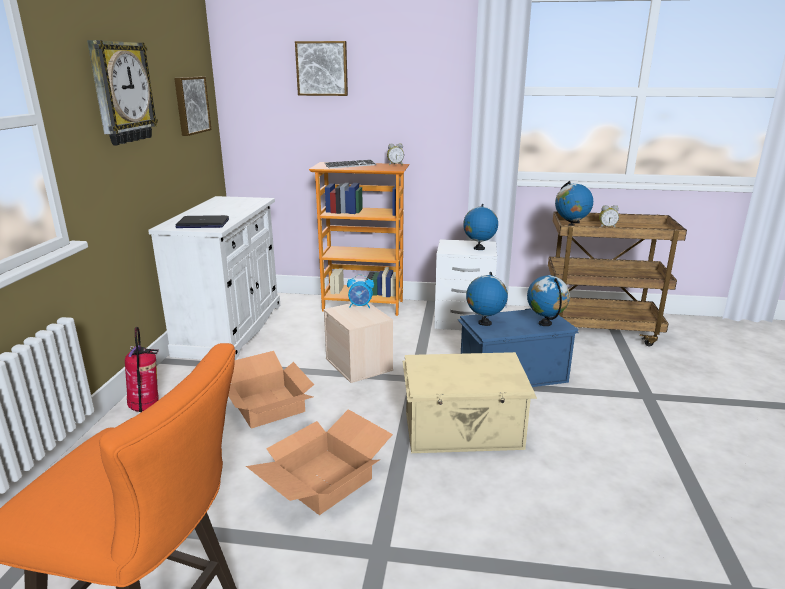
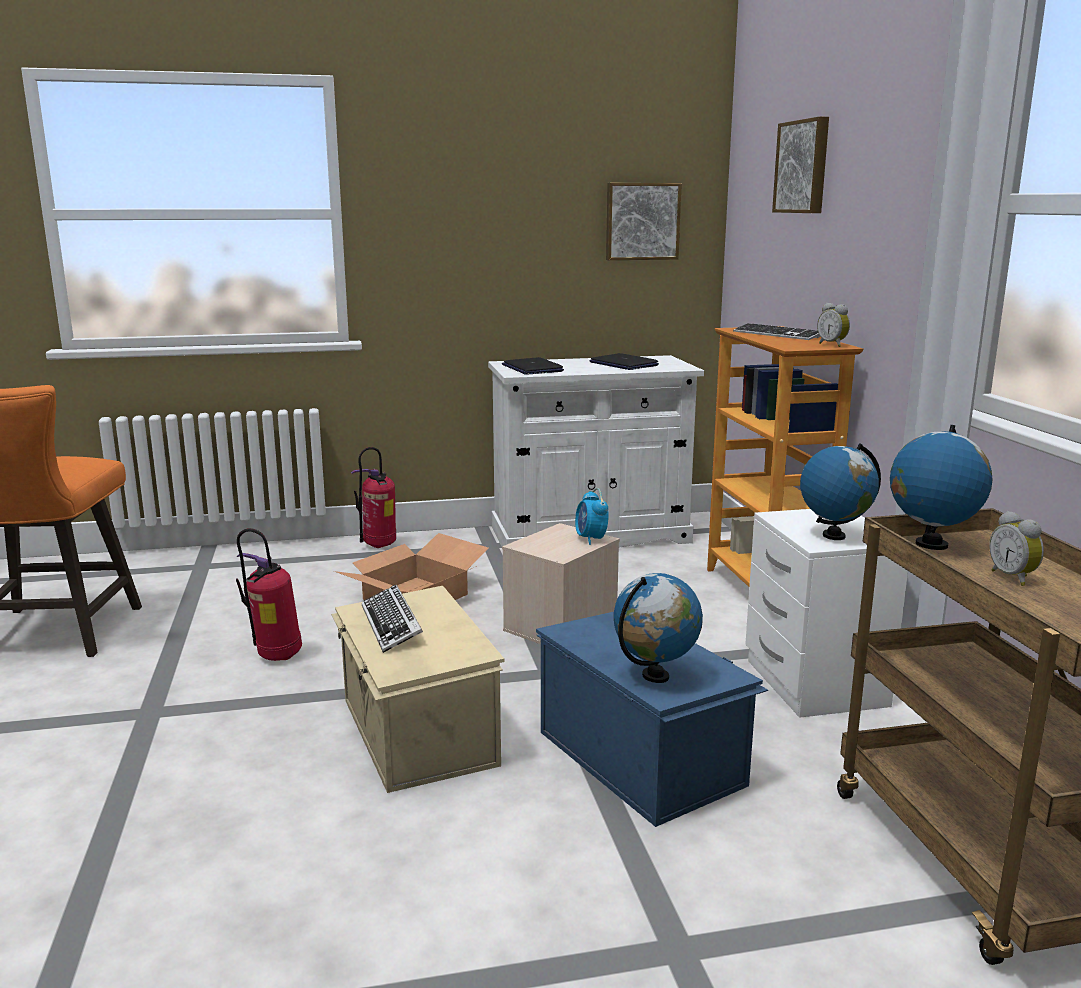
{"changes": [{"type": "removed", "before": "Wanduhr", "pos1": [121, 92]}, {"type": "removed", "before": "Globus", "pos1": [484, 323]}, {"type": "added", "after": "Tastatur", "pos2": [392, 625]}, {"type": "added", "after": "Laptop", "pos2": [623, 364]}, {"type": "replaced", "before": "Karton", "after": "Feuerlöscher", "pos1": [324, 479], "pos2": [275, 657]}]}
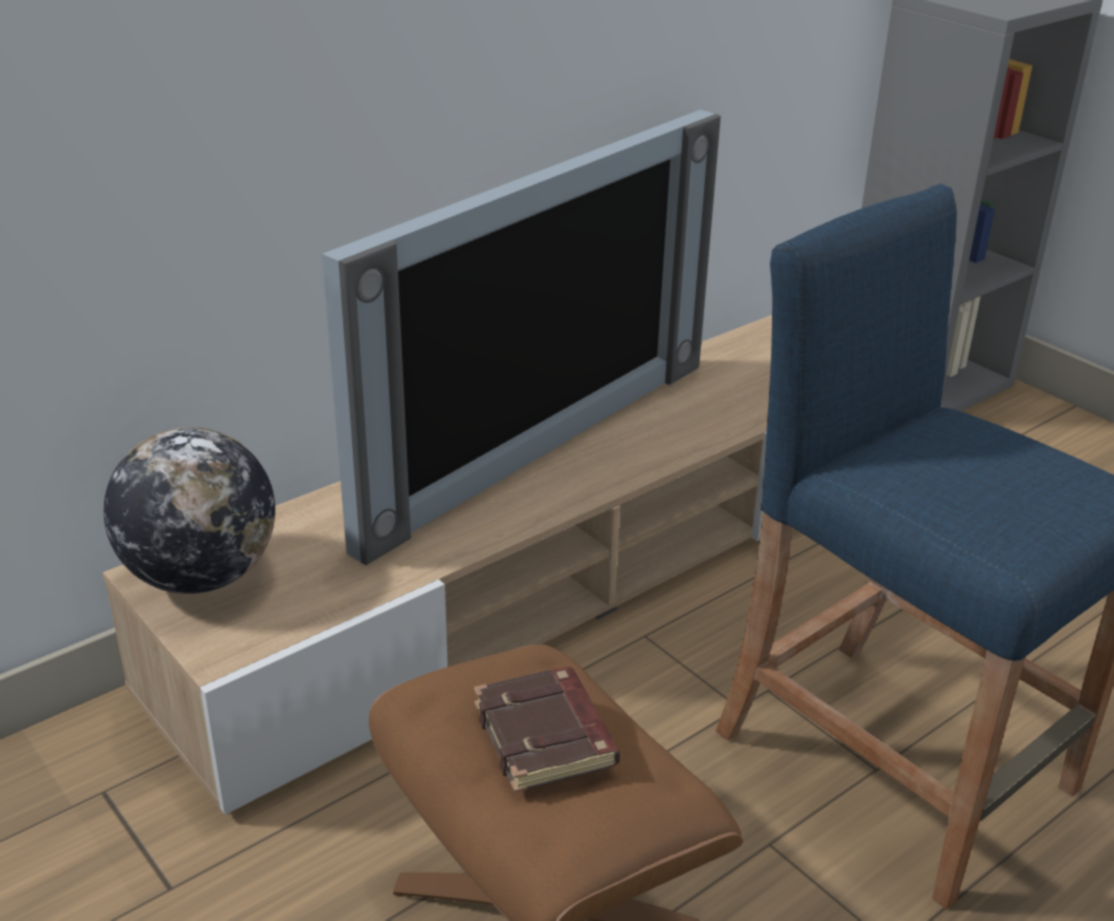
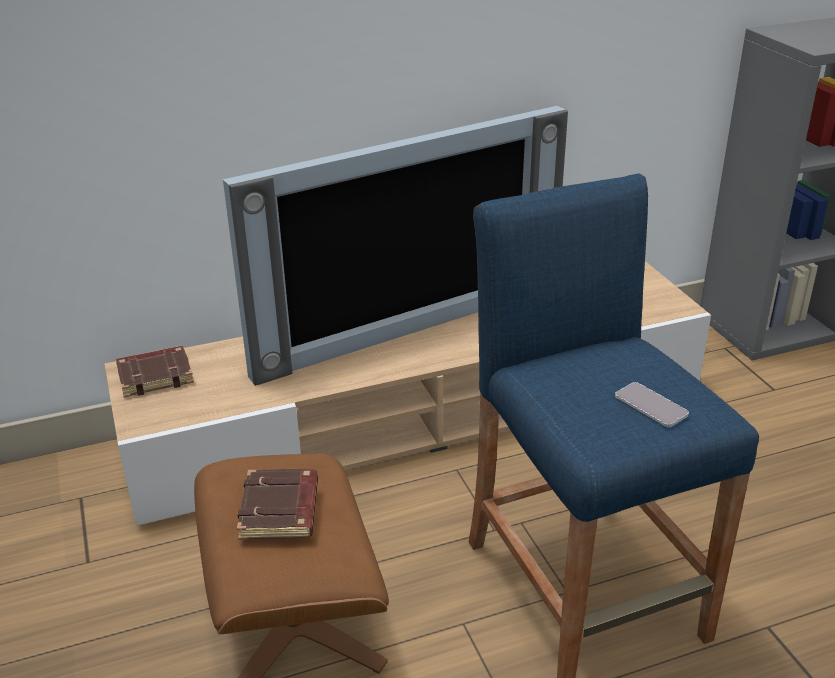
{"changes": [{"type": "added", "after": "Handy", "pos2": [651, 406]}, {"type": "replaced", "before": "Globus", "after": "Buch (braun)", "pos1": [200, 576], "pos2": [156, 375]}]}
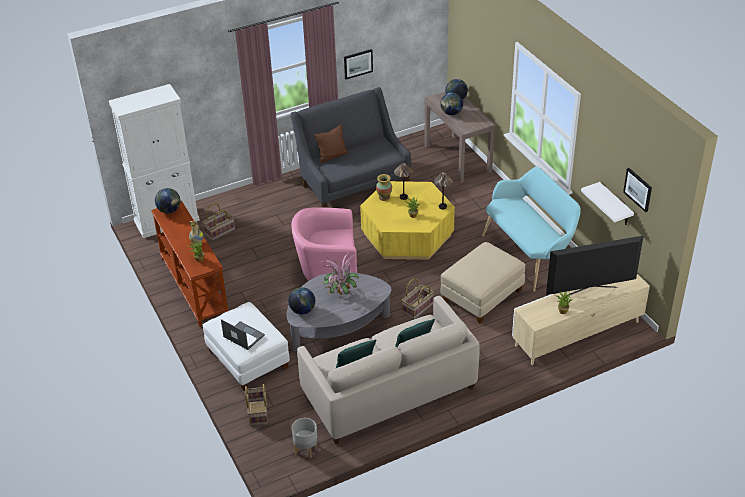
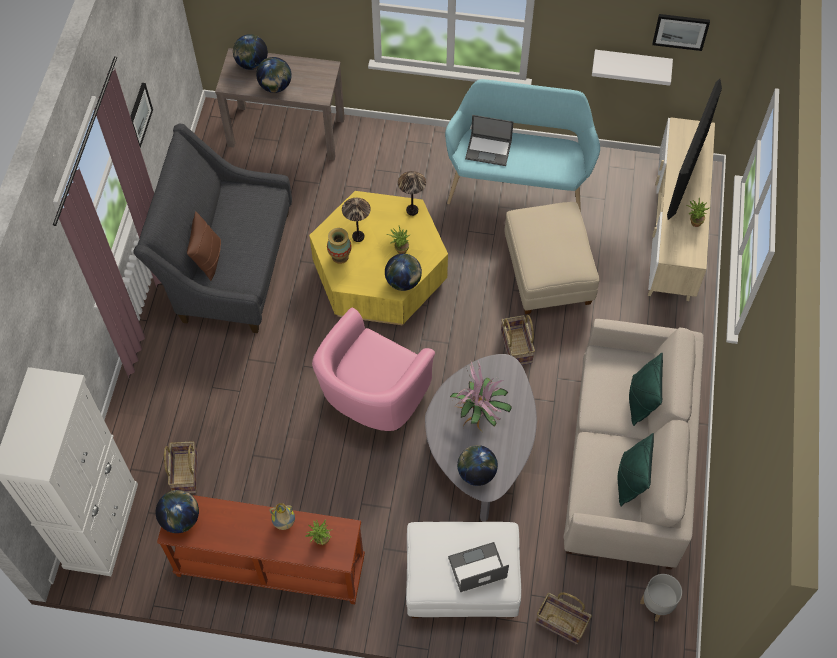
{"changes": [{"type": "added", "after": "Globus", "pos2": [403, 282]}, {"type": "added", "after": "Laptop", "pos2": [489, 149]}]}
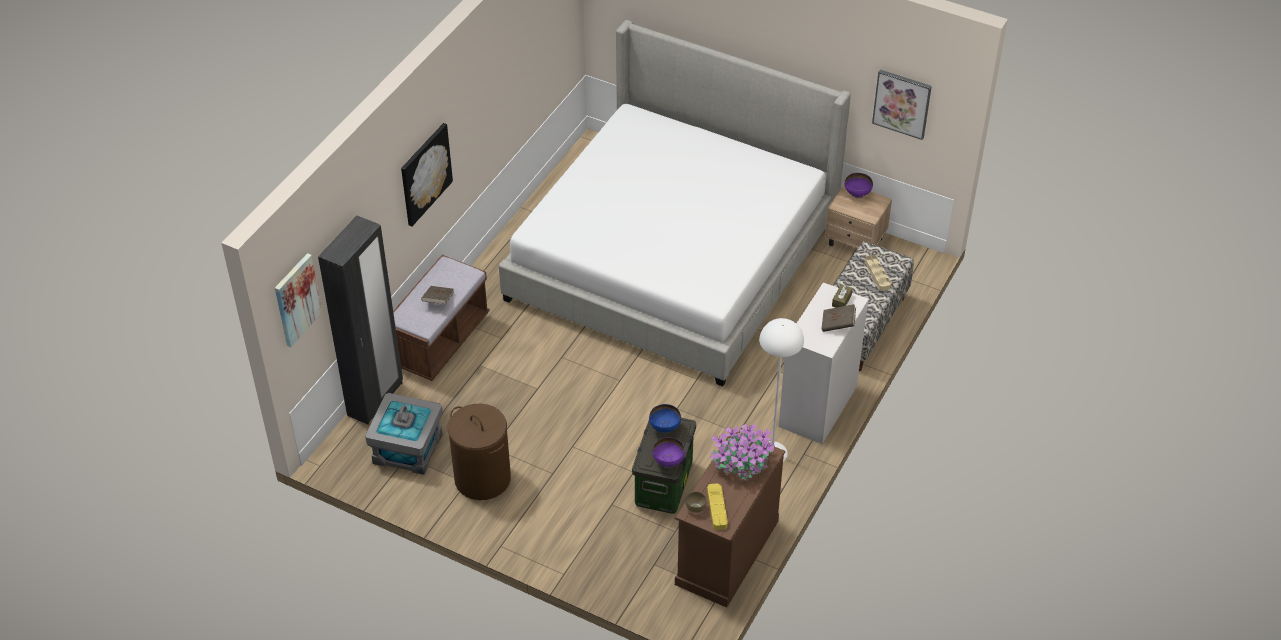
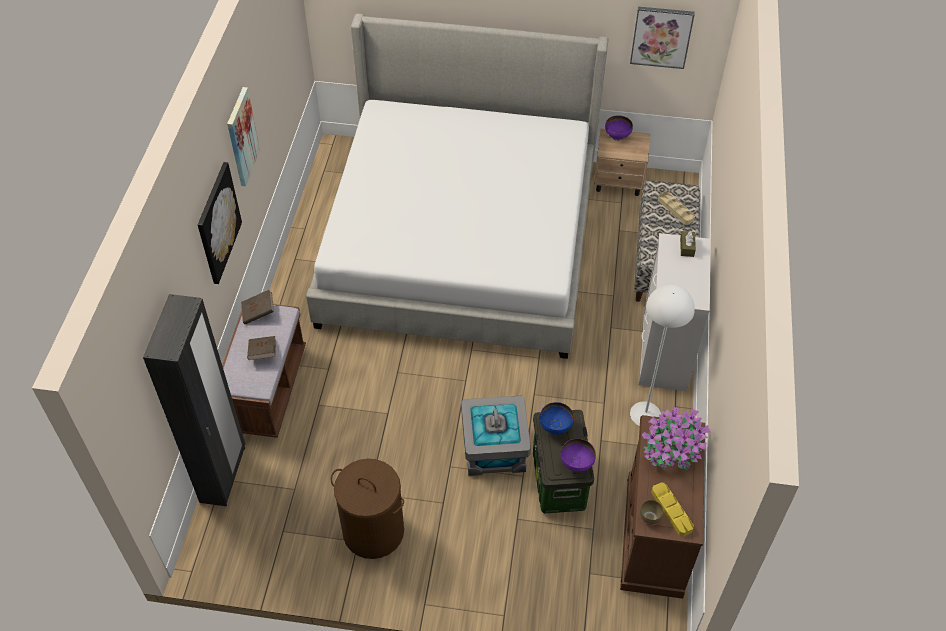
{"changes": [{"type": "moved", "before": "Bild", "pos1": [297, 299], "pos2": [241, 137]}, {"type": "moved", "before": "Aufbewahrungsbox (grau)", "pos1": [408, 449], "pos2": [495, 449]}, {"type": "moved", "before": "Buch (braun)", "pos1": [838, 324], "pos2": [258, 313]}]}
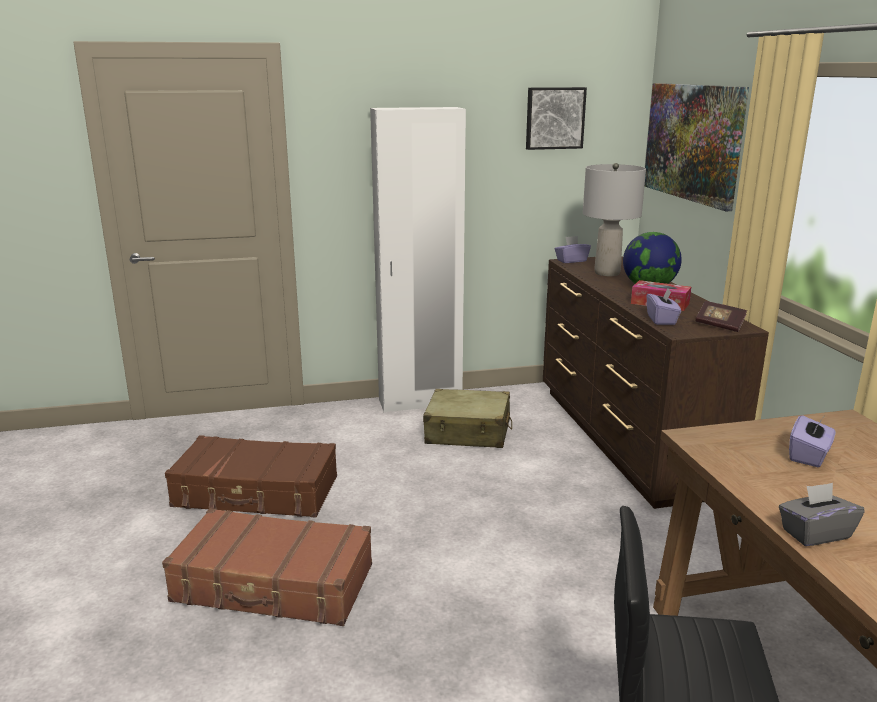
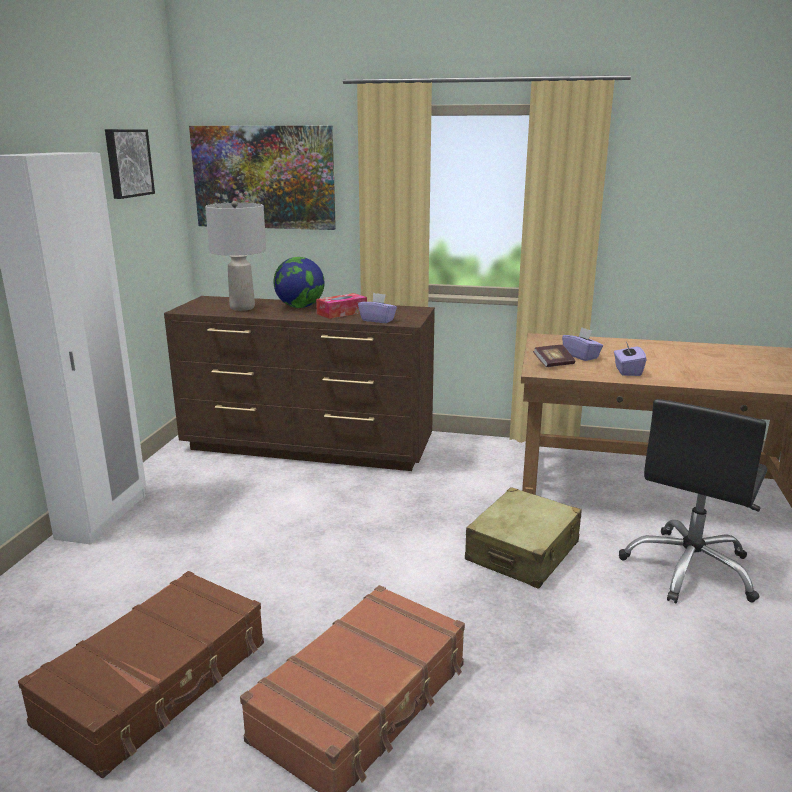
{"changes": [{"type": "removed", "before": "Taschentuchbox (grau)", "pos1": [815, 533]}, {"type": "moved", "before": "Koffer (beige)", "pos1": [468, 432], "pos2": [523, 552]}, {"type": "moved", "before": "Taschentuchbox (lila)", "pos1": [571, 260], "pos2": [627, 371]}, {"type": "moved", "before": "Buch", "pos1": [719, 325], "pos2": [553, 364]}]}
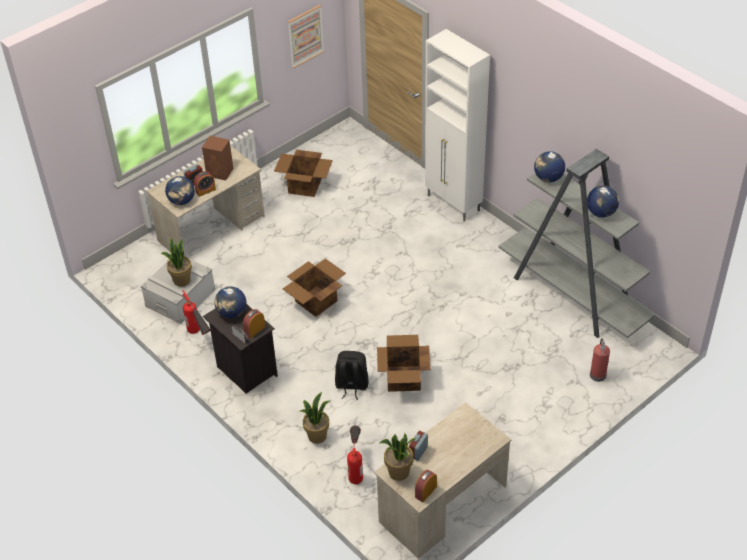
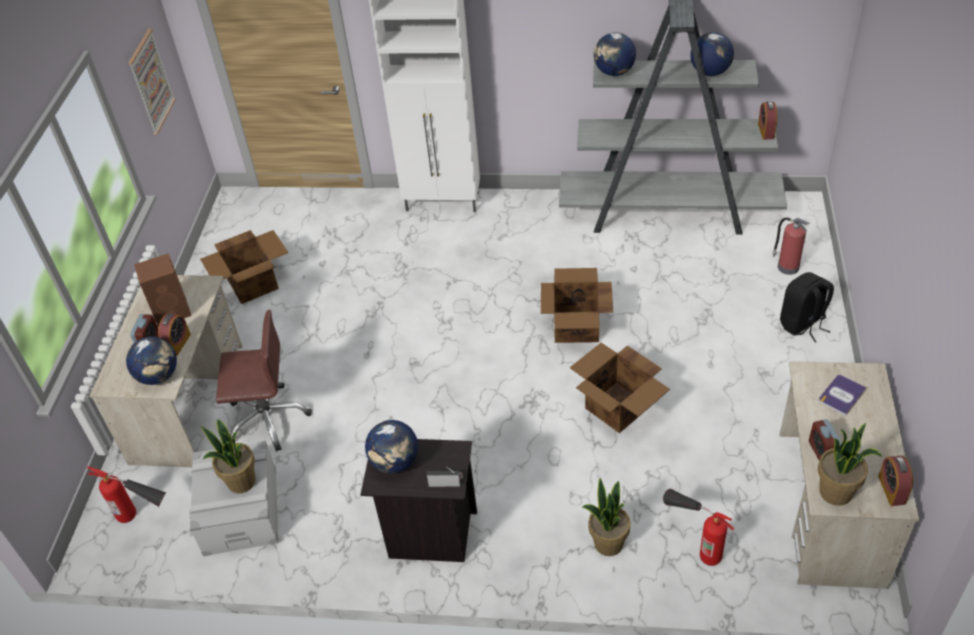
{"changes": [{"type": "added", "after": "Bürostuhl (braun)", "pos2": [267, 418]}, {"type": "added", "after": "Buch", "pos2": [841, 395]}, {"type": "moved", "before": "Feuerlöscher", "pos1": [199, 336], "pos2": [144, 518]}, {"type": "moved", "before": "Wecker", "pos1": [255, 330], "pos2": [766, 131]}, {"type": "moved", "before": "Karton", "pos1": [315, 301], "pos2": [576, 327]}, {"type": "moved", "before": "Rucksack (schwarz)", "pos1": [351, 386], "pos2": [802, 324]}]}
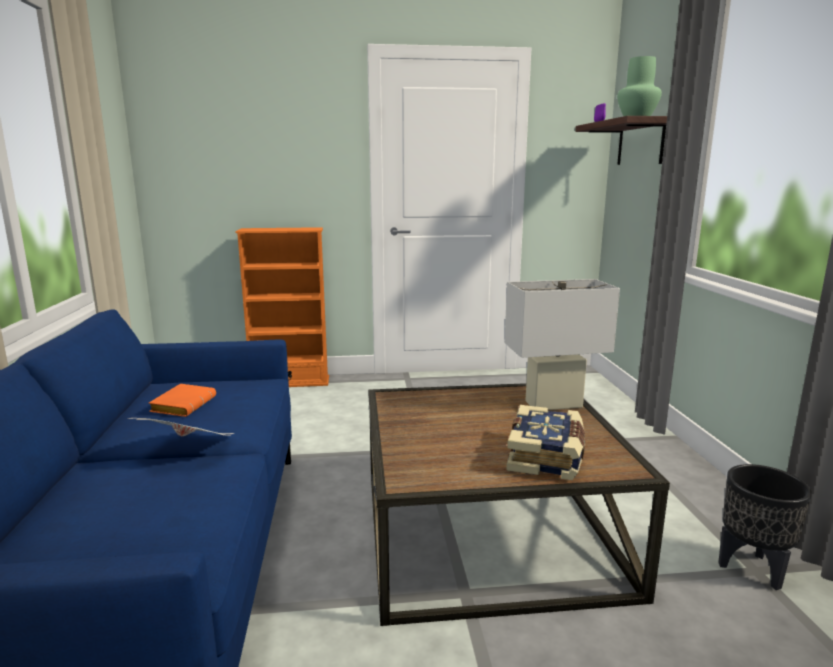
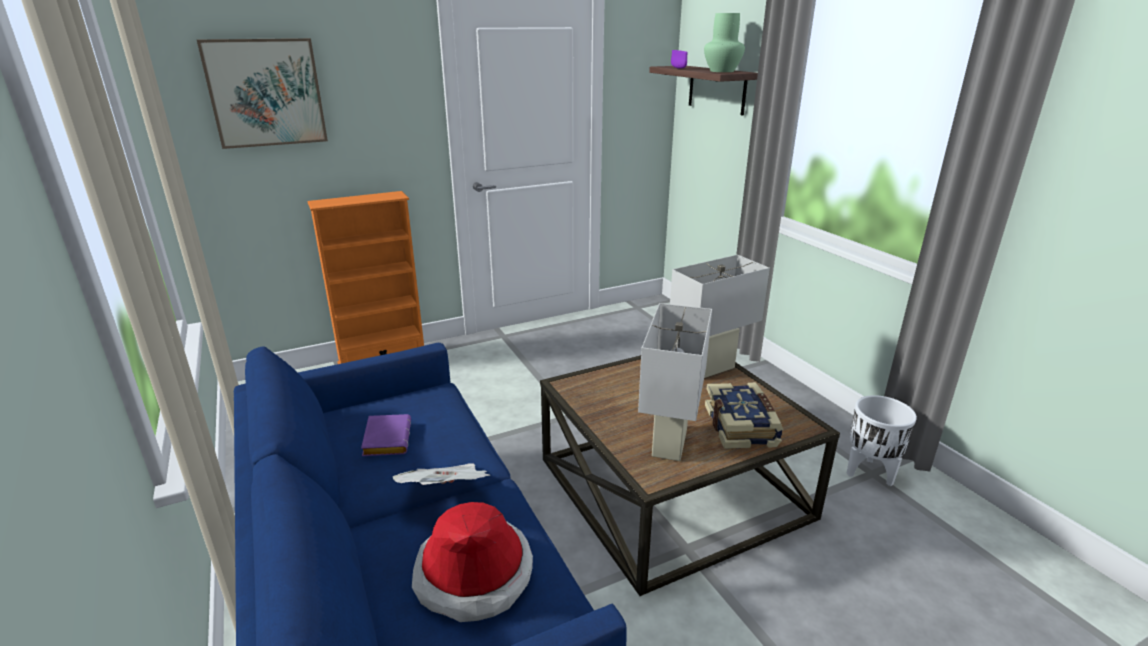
{"changes": [{"type": "added", "after": "Bild", "pos2": [266, 93]}, {"type": "added", "after": "Hut", "pos2": [474, 574]}, {"type": "added", "after": "Tischlampe (weiß)", "pos2": [669, 443]}, {"type": "recoloured", "before": "Buch (orange)", "after": "Buch (lila)", "pos1": [183, 405], "pos2": [386, 439]}, {"type": "recoloured", "before": "Pflanzkübel (schwarz)", "after": "Pflanzkübel (weiß)", "pos1": [752, 569], "pos2": [870, 473]}]}
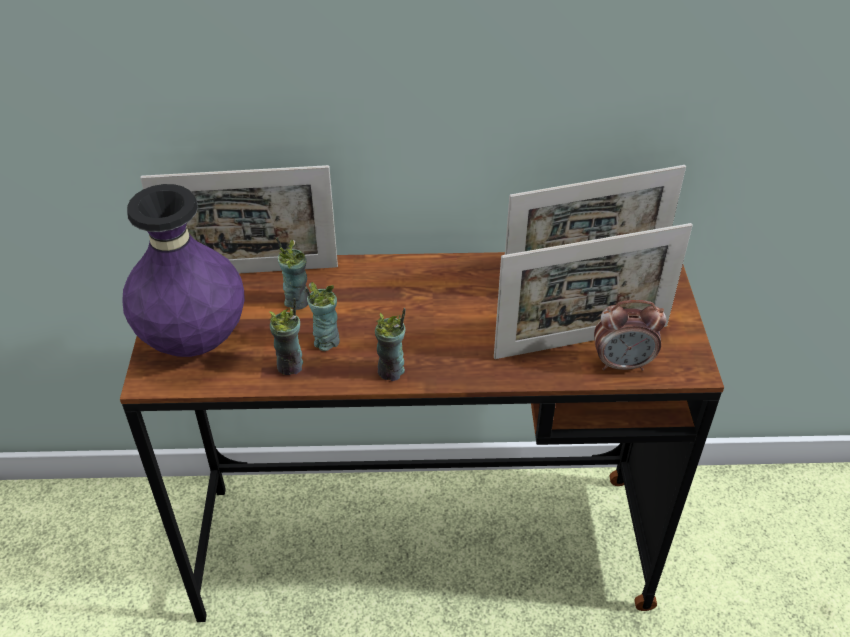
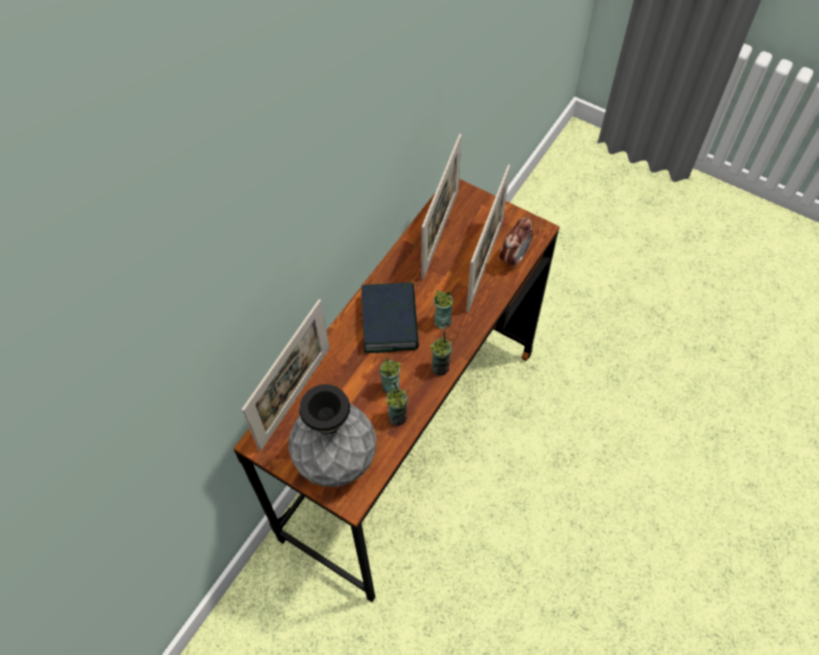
{"changes": [{"type": "added", "after": "Buch", "pos2": [390, 321]}, {"type": "moved", "before": "Tasse", "pos1": [297, 301], "pos2": [442, 321]}, {"type": "recoloured", "before": "Vase (lila)", "after": "Vase (grau)", "pos1": [194, 341], "pos2": [336, 460]}]}
